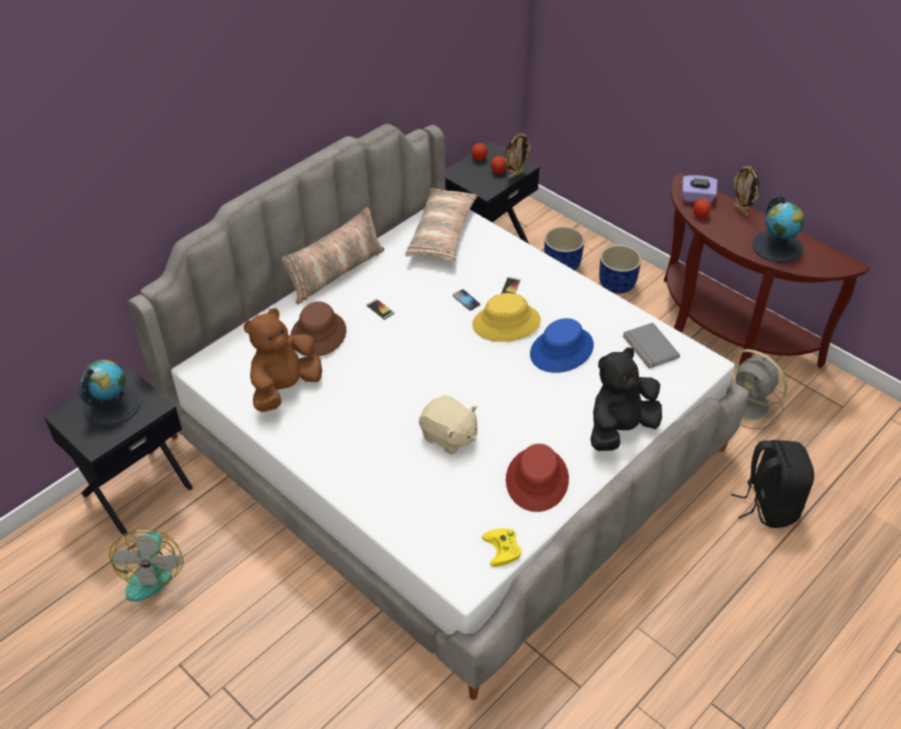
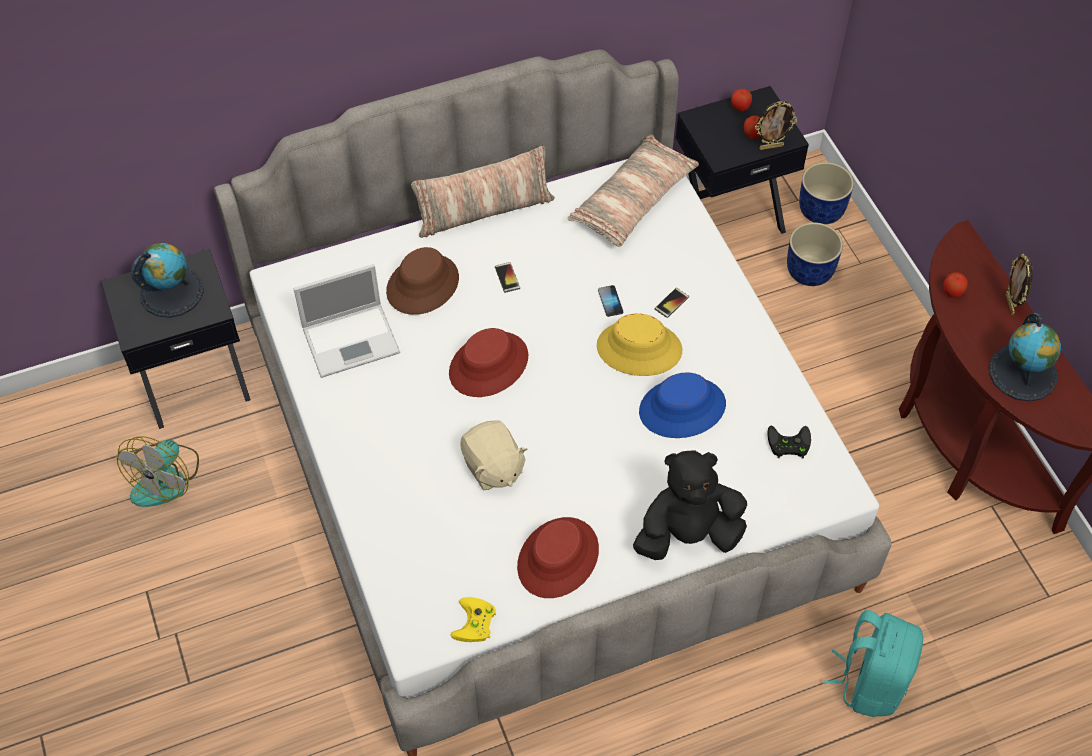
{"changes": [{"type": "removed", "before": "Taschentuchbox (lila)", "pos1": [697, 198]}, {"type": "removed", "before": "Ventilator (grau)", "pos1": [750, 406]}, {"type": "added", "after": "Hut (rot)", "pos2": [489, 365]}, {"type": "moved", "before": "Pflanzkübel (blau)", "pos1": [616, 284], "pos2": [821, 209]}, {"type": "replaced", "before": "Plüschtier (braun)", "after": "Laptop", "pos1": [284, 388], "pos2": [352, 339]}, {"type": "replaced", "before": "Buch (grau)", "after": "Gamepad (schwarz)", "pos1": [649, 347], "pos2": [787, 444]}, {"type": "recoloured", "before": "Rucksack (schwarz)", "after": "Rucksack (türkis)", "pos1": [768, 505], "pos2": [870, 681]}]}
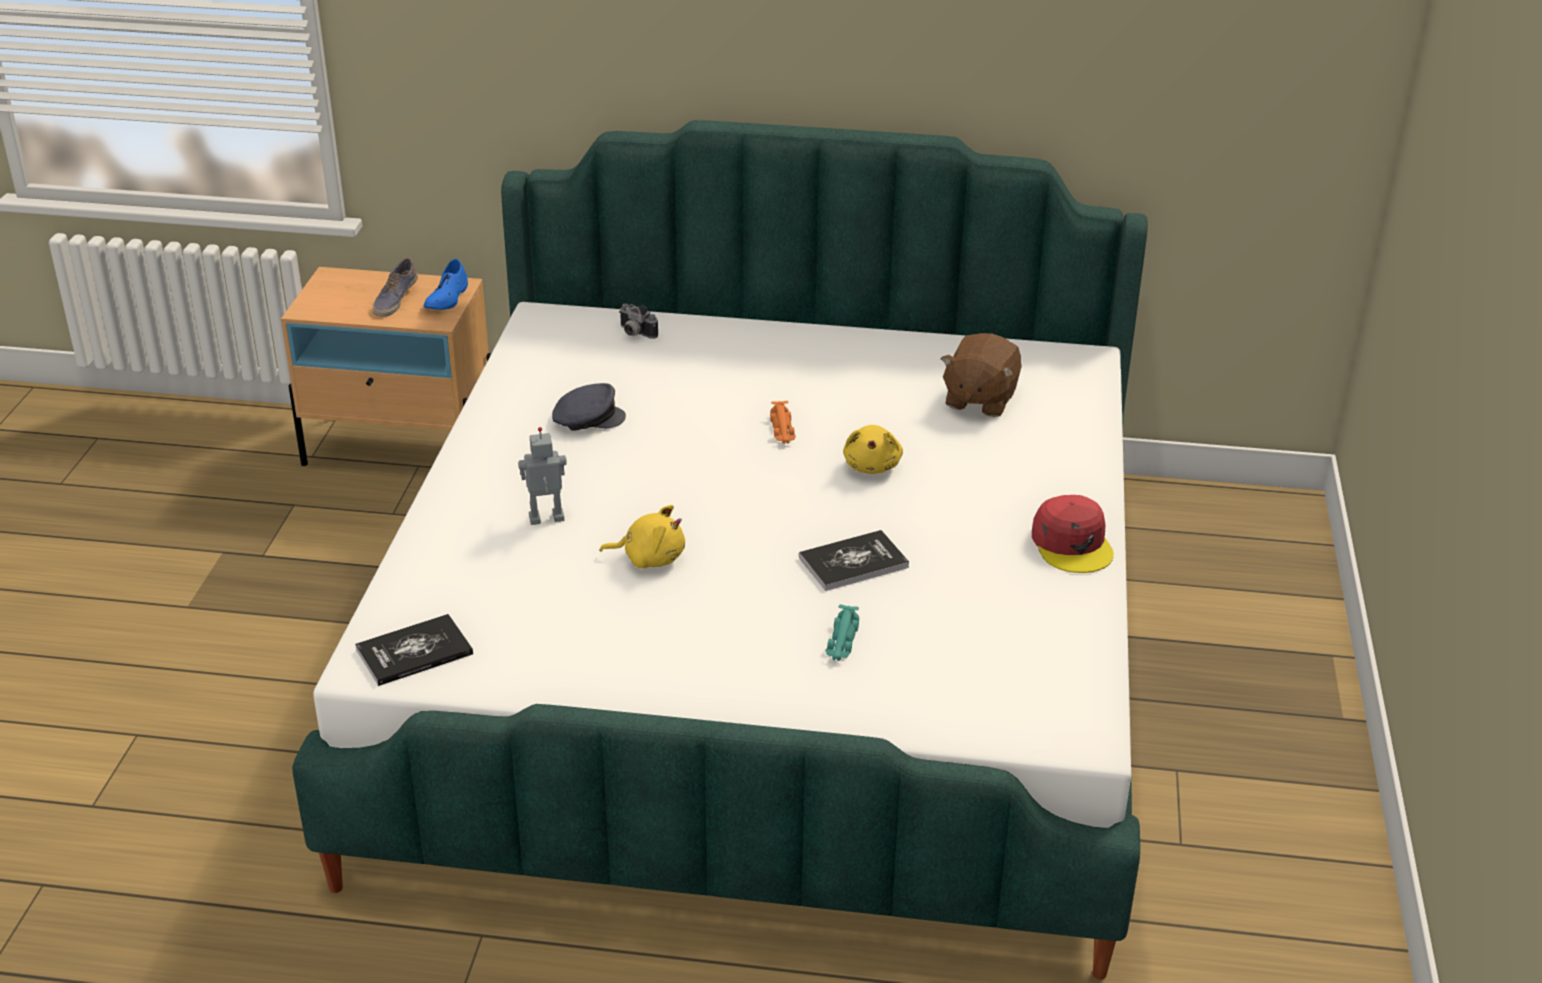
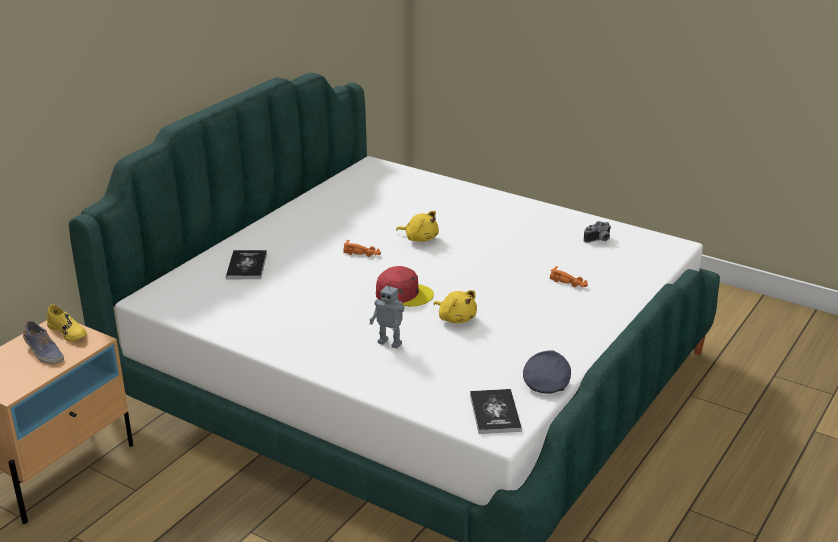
{"changes": [{"type": "removed", "before": "Plüschtier (braun)", "pos1": [979, 399]}, {"type": "moved", "before": "Kappe (grau)", "pos1": [587, 418], "pos2": [546, 382]}, {"type": "moved", "before": "Kamera", "pos1": [634, 333], "pos2": [599, 240]}, {"type": "moved", "before": "Buch", "pos1": [853, 562], "pos2": [246, 266]}, {"type": "moved", "before": "Kappe (rot)", "pos1": [1072, 544], "pos2": [403, 294]}, {"type": "recoloured", "before": "Schuh (blau)", "after": "Schuh (gelb)", "pos1": [447, 298], "pos2": [68, 331]}, {"type": "recoloured", "before": "Spielzeugauto (türkis)", "after": "Spielzeugauto (orange)", "pos1": [842, 642], "pos2": [569, 283]}, {"type": "turned", "before": "Spielzeugroboter", "pos1": [546, 520], "pos2": [390, 343], "turn": -75}, {"type": "turned", "before": "Plüschtier (gelb)", "pos1": [650, 558], "pos2": [456, 318], "turn": 105}]}
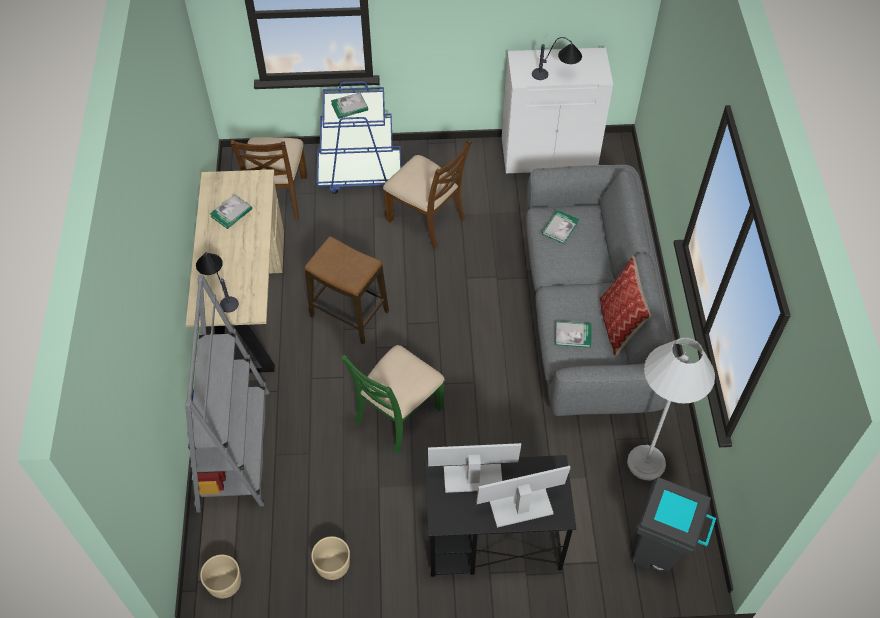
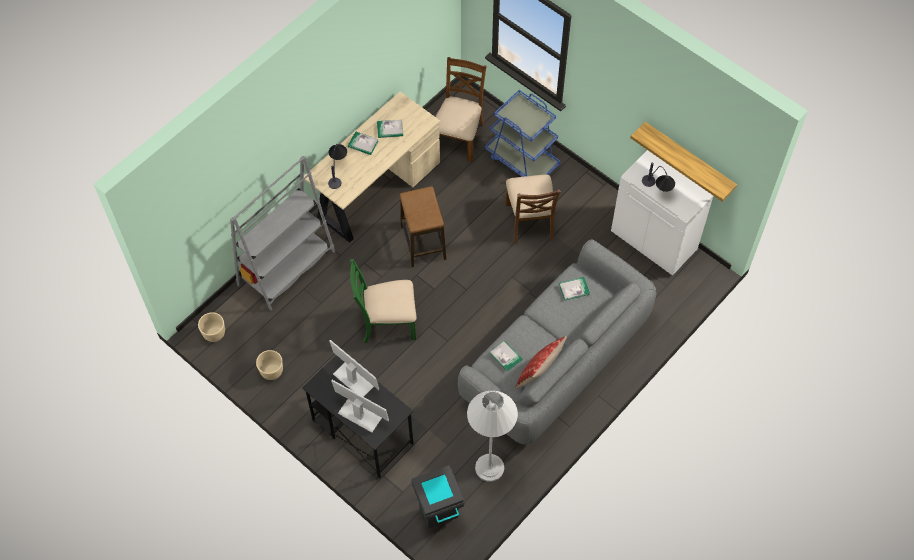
{"changes": [{"type": "added", "after": "Wandregal", "pos2": [688, 159]}, {"type": "moved", "before": "Buch", "pos1": [349, 107], "pos2": [363, 144]}, {"type": "turned", "before": "Stuhl (braun)", "pos1": [277, 197], "pos2": [459, 137], "turn": 150}]}
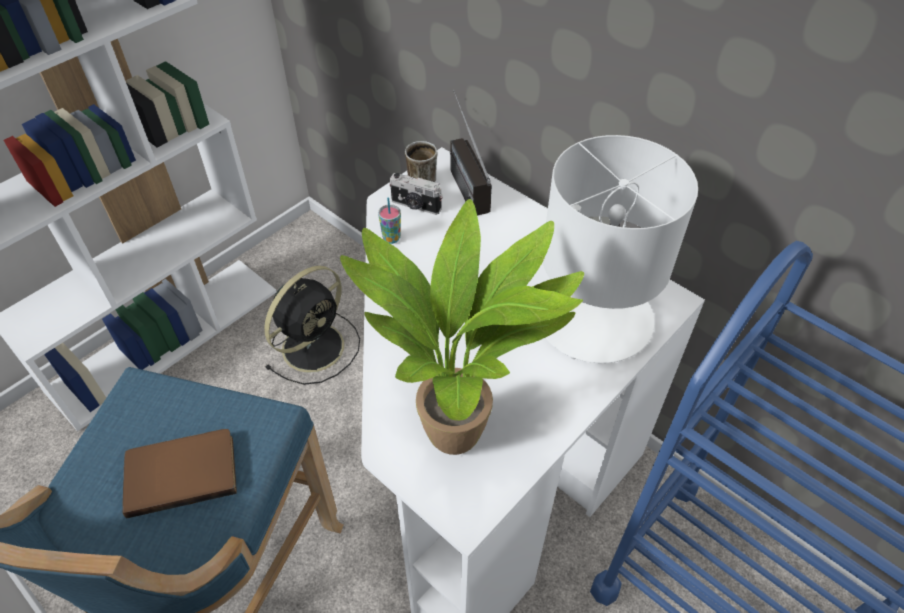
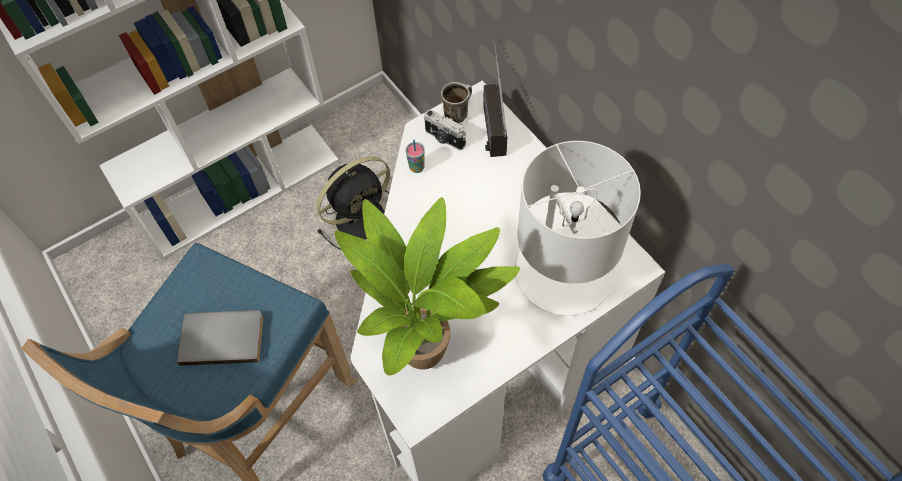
{"changes": [{"type": "recoloured", "before": "Buch (braun)", "after": "Buch (grau)", "pos1": [181, 471], "pos2": [222, 336]}]}
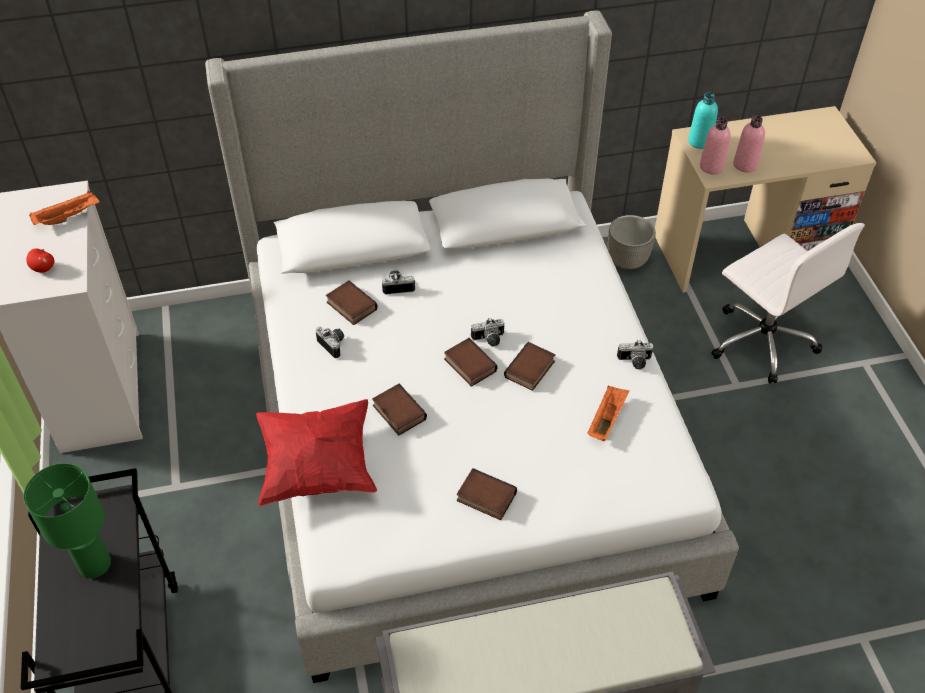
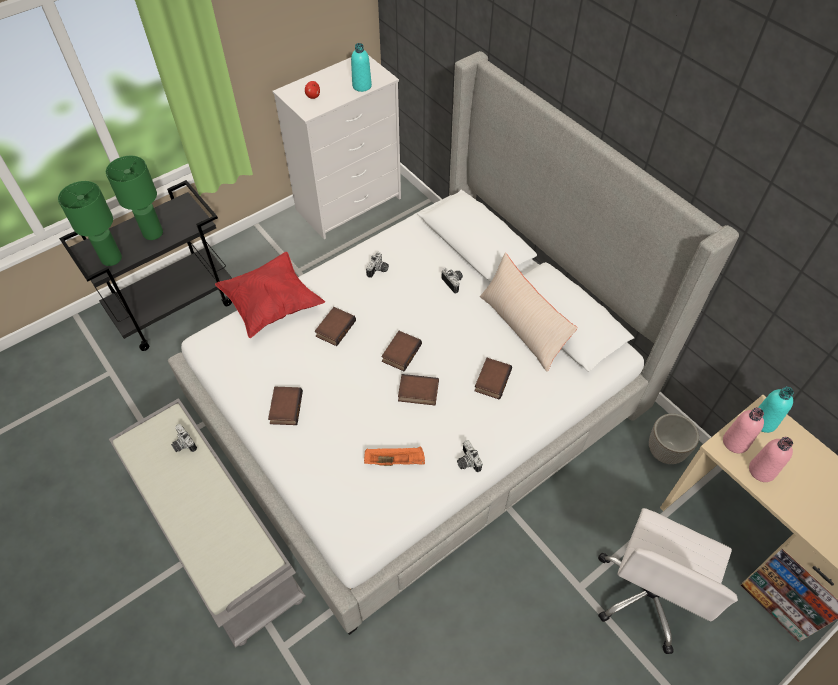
{"changes": [{"type": "added", "after": "Tischlampe (grün)", "pos2": [111, 259]}, {"type": "added", "after": "Kissen (beige)", "pos2": [522, 326]}, {"type": "moved", "before": "Buch", "pos1": [350, 306], "pos2": [491, 380]}, {"type": "moved", "before": "Kamera", "pos1": [489, 340], "pos2": [182, 444]}, {"type": "replaced", "before": "Tablett (orange)", "after": "Flasche (türkis)", "pos1": [68, 216], "pos2": [362, 86]}]}
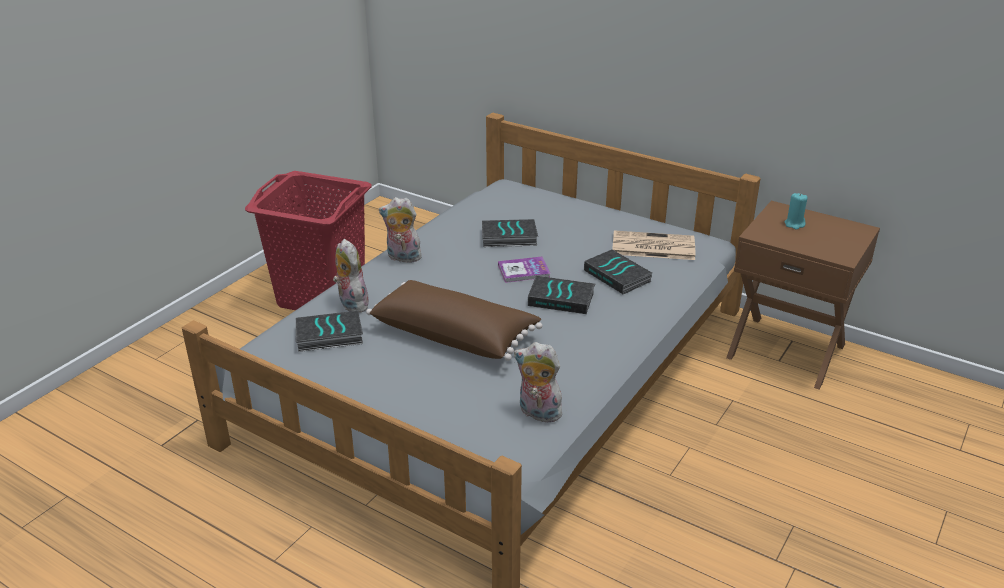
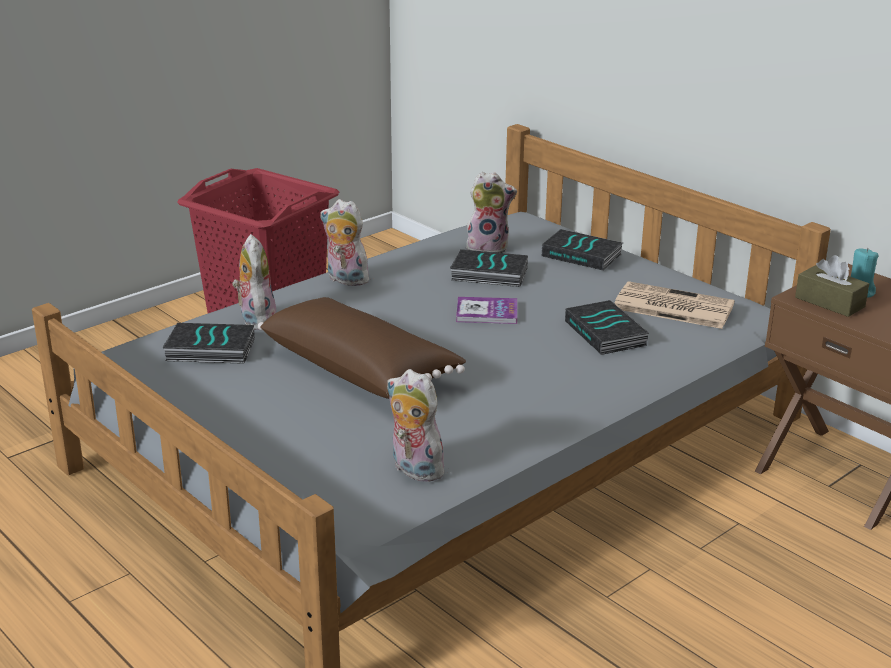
{"changes": [{"type": "added", "after": "Plüschtier", "pos2": [488, 248]}, {"type": "added", "after": "Taschentuchbox (braun)", "pos2": [829, 302]}, {"type": "moved", "before": "Buch", "pos1": [562, 299], "pos2": [582, 255]}]}
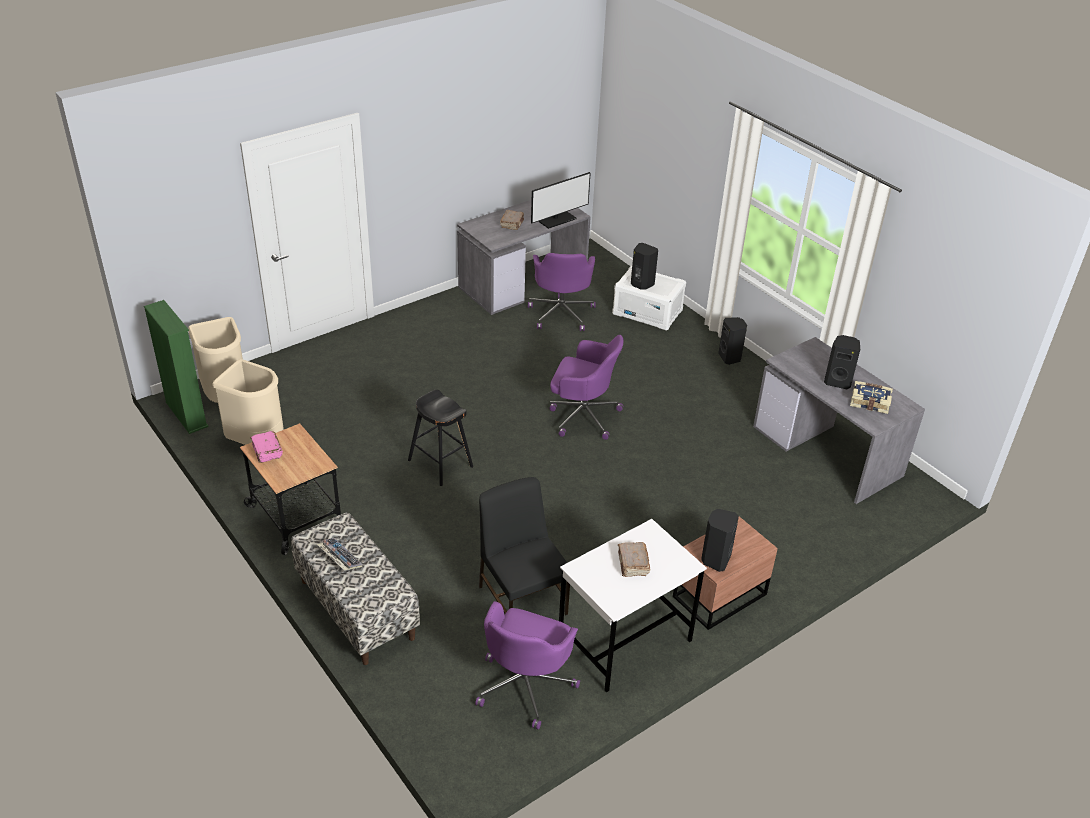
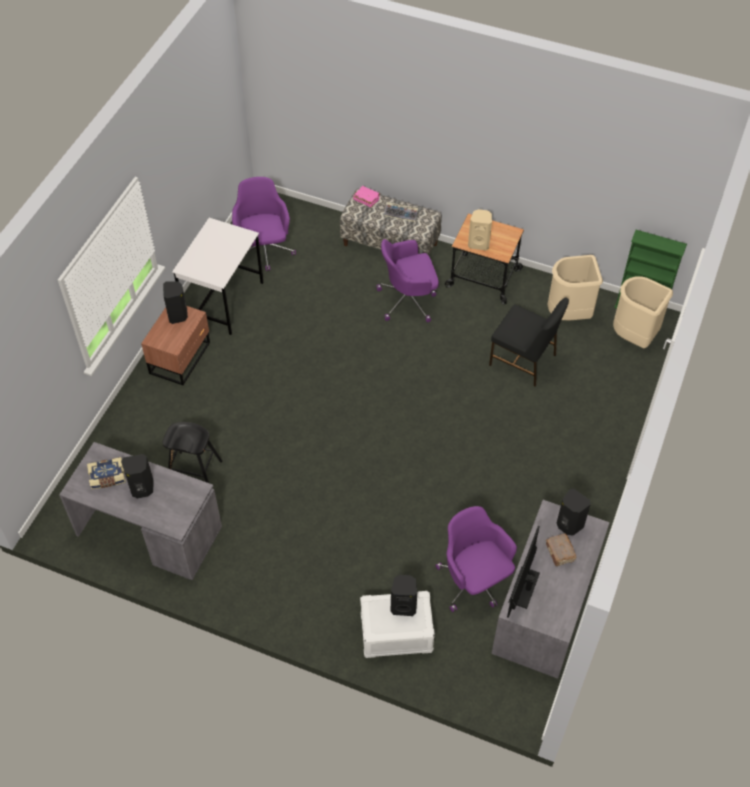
{"changes": [{"type": "removed", "before": "Buch (braun)", "pos1": [632, 564]}, {"type": "added", "after": "Lautsprecher (beige)", "pos2": [479, 243]}, {"type": "moved", "before": "Buch (rosa)", "pos1": [267, 452], "pos2": [366, 200]}, {"type": "moved", "before": "Hocker (schwarz)", "pos1": [440, 463], "pos2": [194, 471]}, {"type": "moved", "before": "Stuhl (schwarz)", "pos1": [522, 598], "pos2": [523, 361]}, {"type": "moved", "before": "Bürostuhl (lila)", "pos1": [582, 415], "pos2": [408, 300]}, {"type": "moved", "before": "Lautsprecher (schwarz)", "pos1": [730, 358], "pos2": [569, 525]}]}
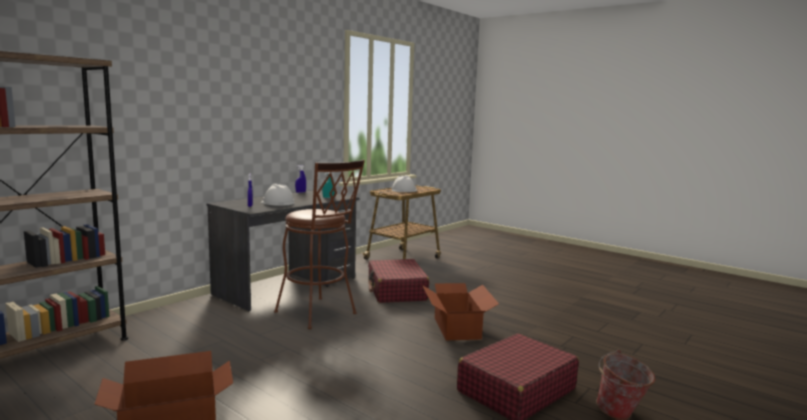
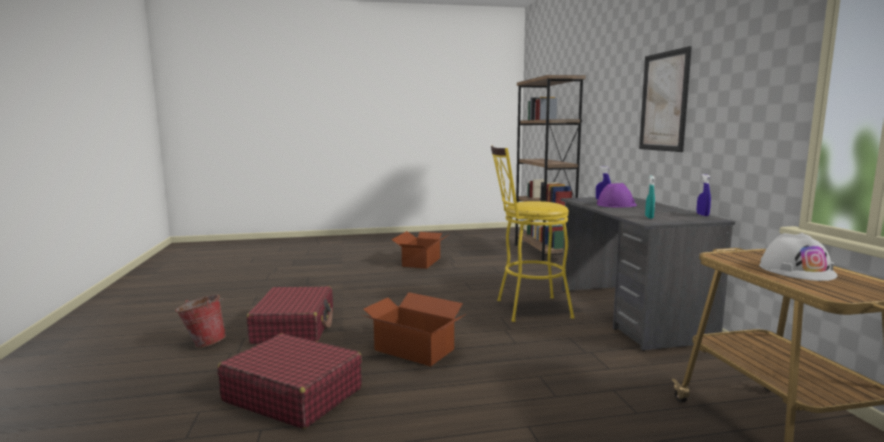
{"changes": [{"type": "added", "after": "Bild", "pos2": [664, 101]}, {"type": "moved", "before": "Koffer (rot)", "pos1": [396, 291], "pos2": [293, 394]}, {"type": "recoloured", "before": "Schutzhelm (weiß)", "after": "Schutzhelm (lila)", "pos1": [277, 203], "pos2": [616, 205]}, {"type": "recoloured", "before": "Hocker (braun)", "after": "Hocker (gelb)", "pos1": [319, 314], "pos2": [526, 309]}]}
